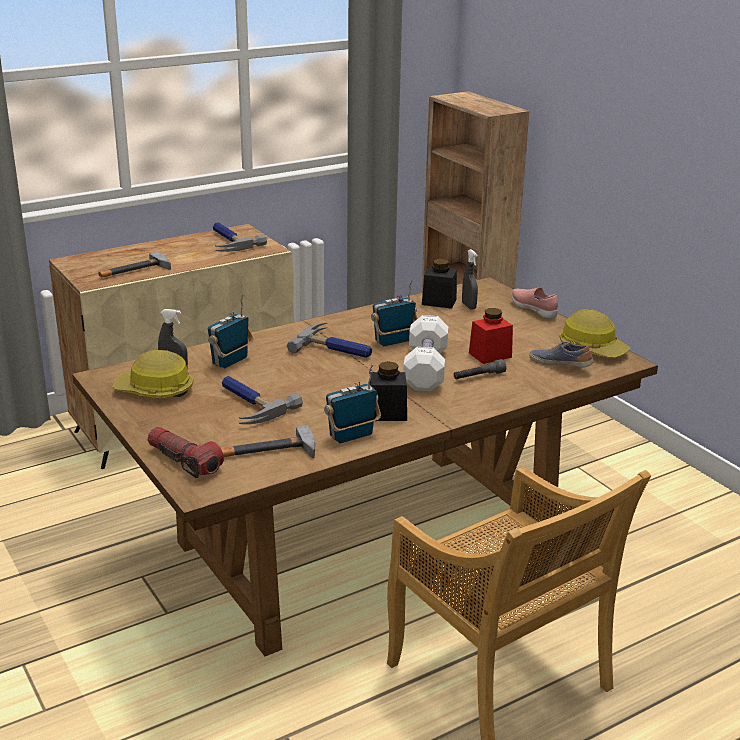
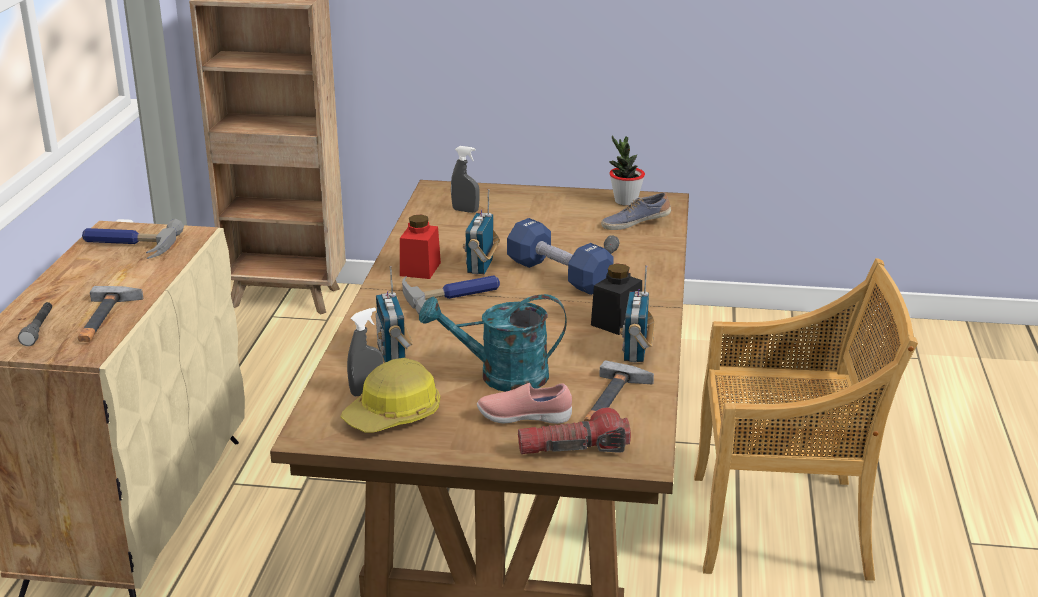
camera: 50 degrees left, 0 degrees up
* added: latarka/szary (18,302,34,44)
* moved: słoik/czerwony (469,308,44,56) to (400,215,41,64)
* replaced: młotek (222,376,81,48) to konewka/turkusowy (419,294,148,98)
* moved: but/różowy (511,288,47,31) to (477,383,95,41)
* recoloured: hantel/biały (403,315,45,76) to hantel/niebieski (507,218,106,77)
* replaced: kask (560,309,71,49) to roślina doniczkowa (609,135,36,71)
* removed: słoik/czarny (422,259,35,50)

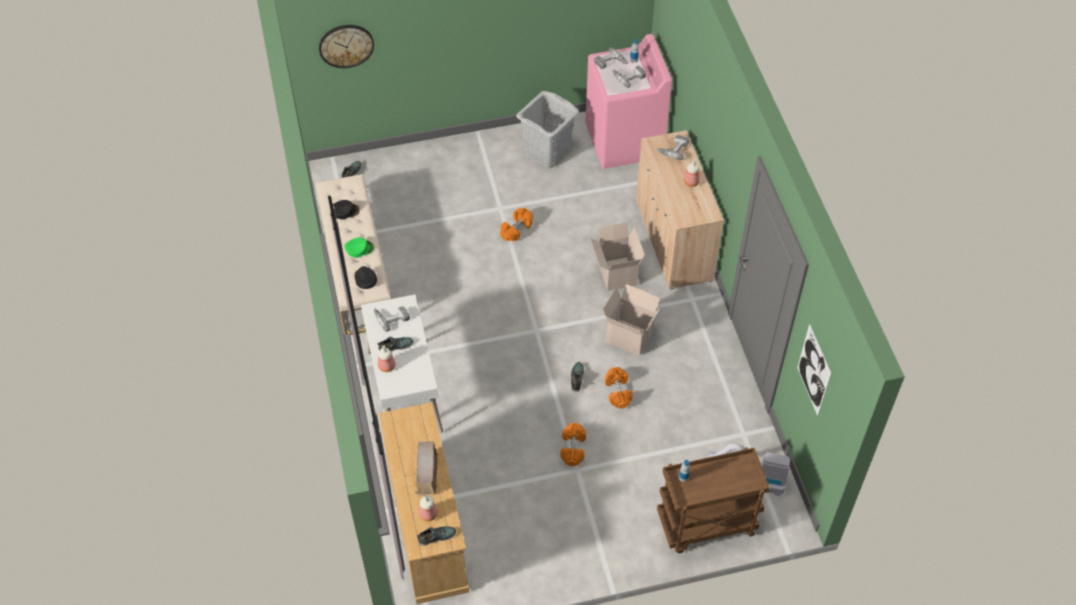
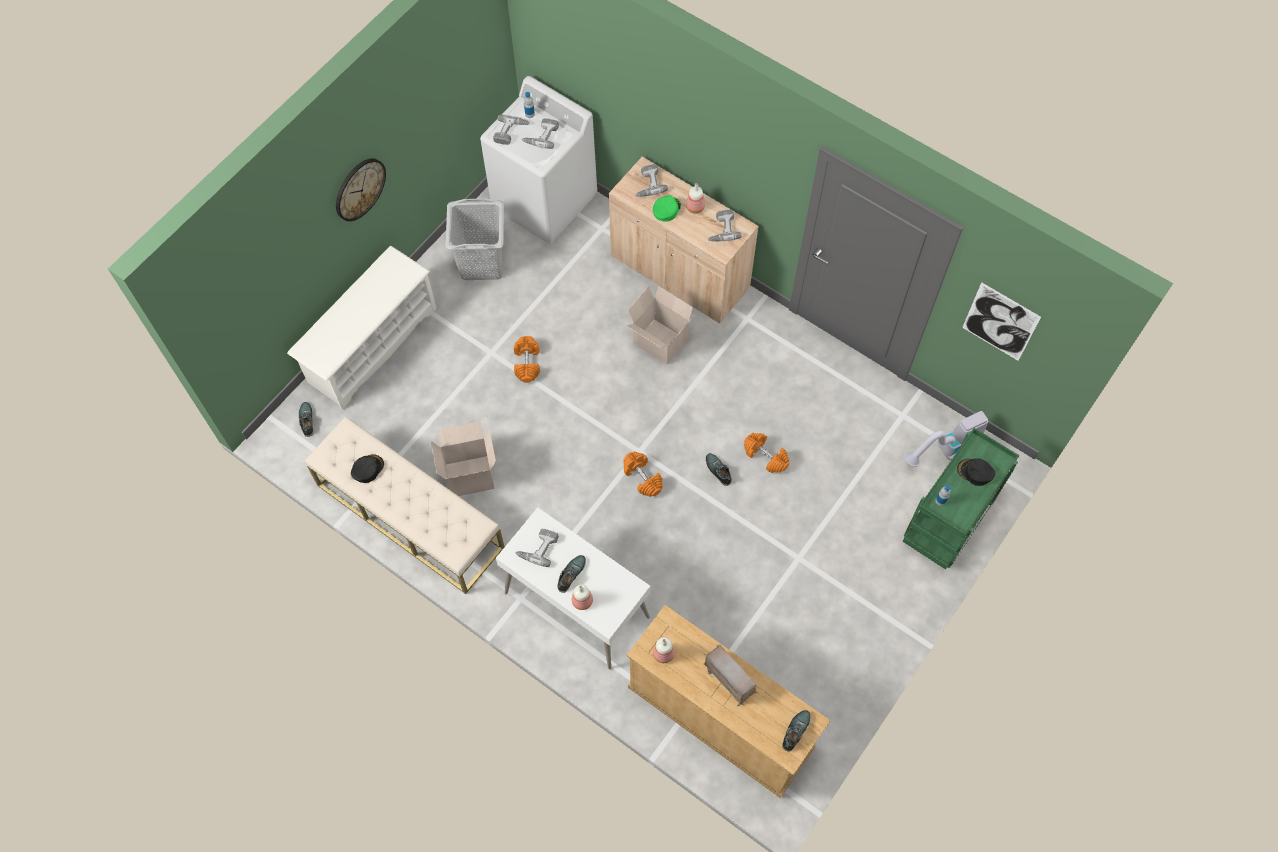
camera: 40 degrees left, 10 degrees up
* added: regał na buty/biały (287,246,150,164)
* moved: zegar ścienny (319,25,55,43) to (336,158,50,63)
* moved: karton (603,284,59,72) to (431,421,65,75)
* recoloured: pralka/różowy (586,34,86,135) to pralka/biały (480,76,117,168)
* moved: hantel/pomarańczowy (560,423,26,43) to (623,451,39,46)
* moved: czapka z daszkiem/zielony (344,238,30,20) to (653,195,28,27)
* moved: butelka (419,494,19,27) to (653,637,22,26)
* added: wiertarka (707,209,34,32)
* recoloured: wózek/brązowy (657,447,113,106) to wózek/zielony (902,428,117,141)
* moved: czapka z daszkiem/czarny (354,266,23,23) to (957,458,38,28)

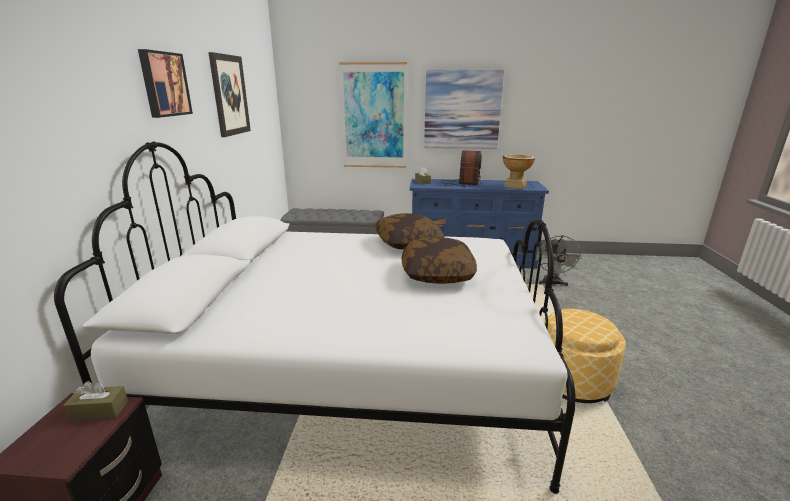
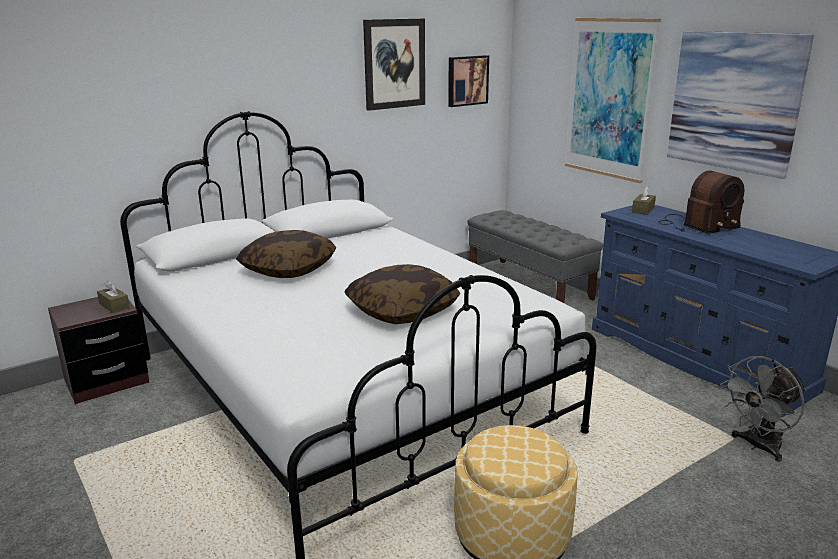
camera: 50 degrees right, 0 degrees up
* moved: poduszka (374,213,71,37) to (236,230,100,48)
* moved: obraz (138,49,55,69) to (448,55,41,52)
* removed: wazon (503,154,32,35)

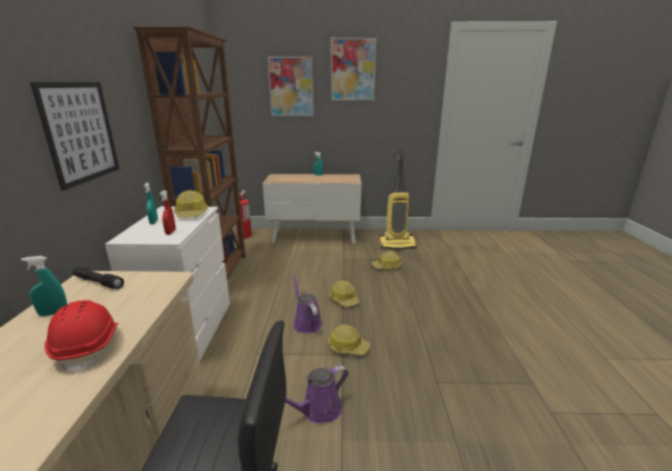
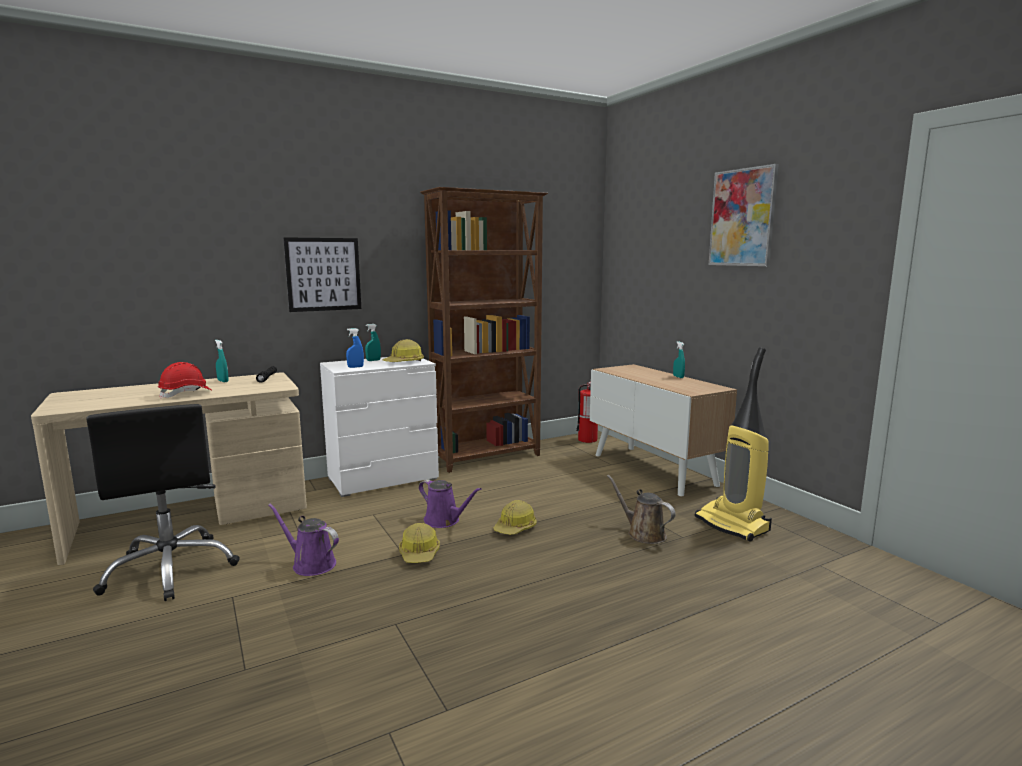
camera: 60 degrees right, 10 degrees down
* recoloured: spryskiwacz/czerwony (160,190,16,45) to spryskiwacz/niebieski (346,328,18,40)
* turned: konewka/fioletowy (292,274,30,60) = (419,479,63,49) 90 degrees clockwise
* replaced: kask (372,251,30,18) to konewka/brązowy (607,475,68,69)
* removed: obraz (268,56,46,60)

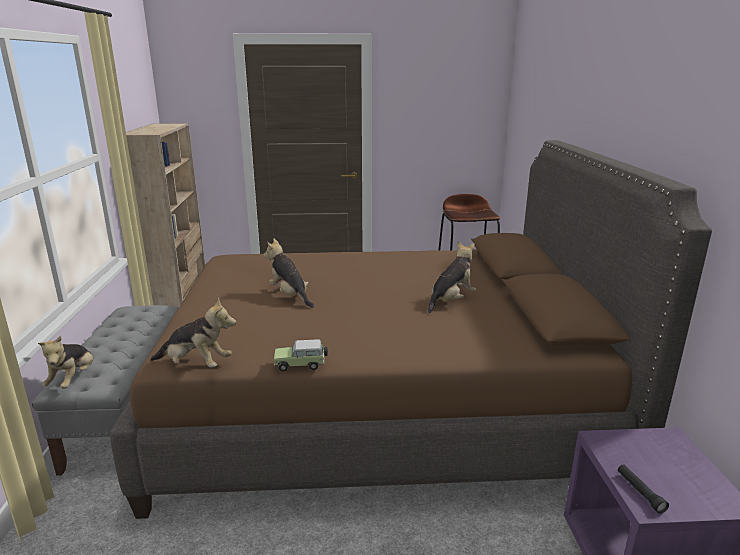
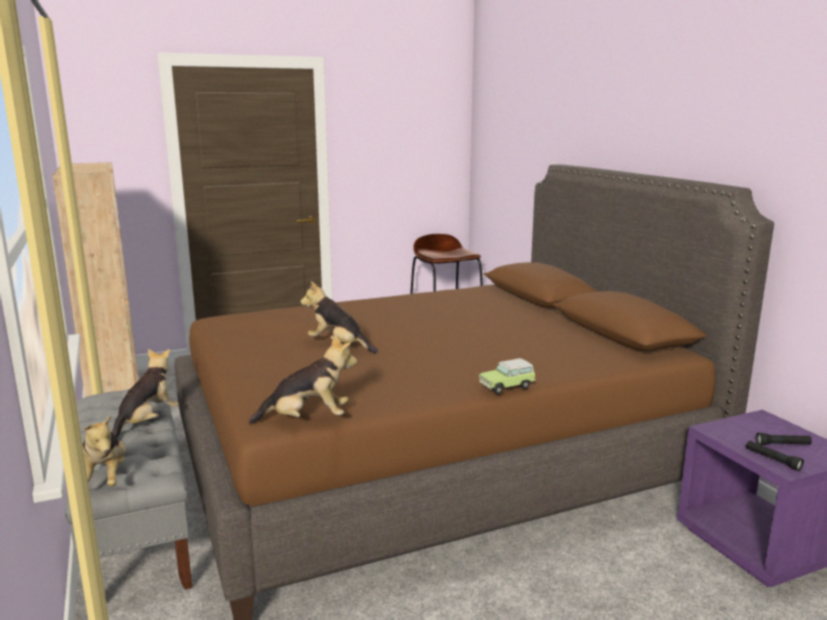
camera: 20 degrees left, 5 degrees down
* moved: pluszak (428,241,48,72) to (112,349,67,89)
* moved: samochodzik (274,340,54,32) to (479,358,56,36)
* added: latarka/czarny (756,433,56,12)

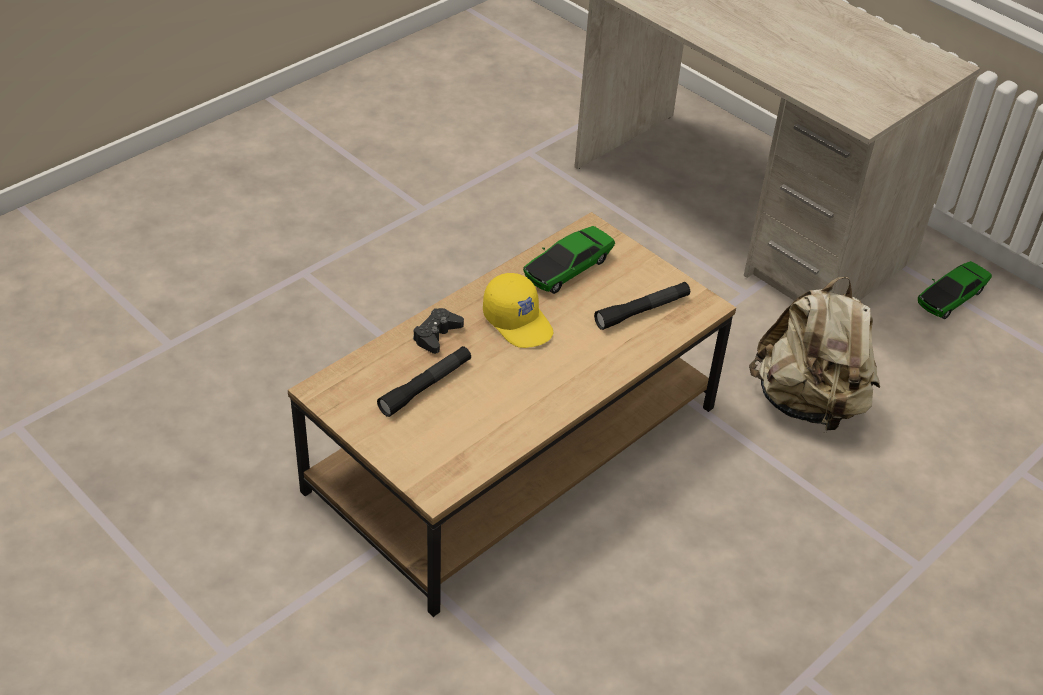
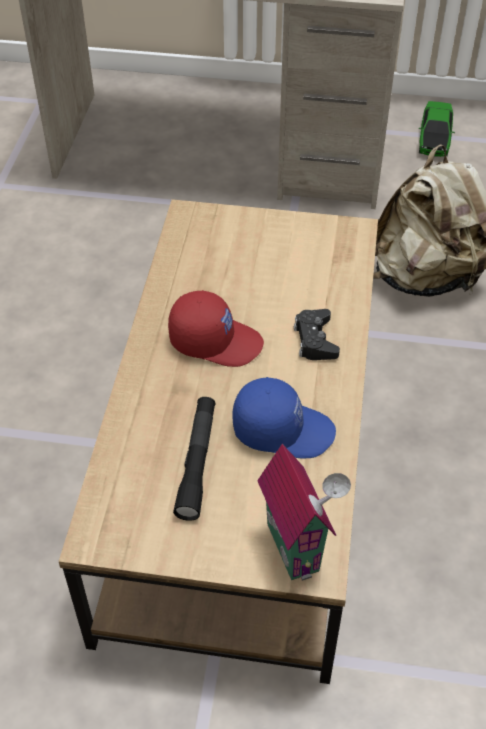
camera: 35 degrees left, 5 degrees up
* recoloured: czapka z daszkiem/żółty (483,273,70,75) to czapka z daszkiem/czerwony (168,290,96,77)
* added: czapka z daszkiem/niebieski (232,377,104,82)
* added: domek (257,444,94,137)
* moved: pad do gier/czarny (413,308,51,46) to (294,309,46,51)
* removed: samochodzik (523,226,92,68)
* removed: latarka/czarny (594,282,96,48)

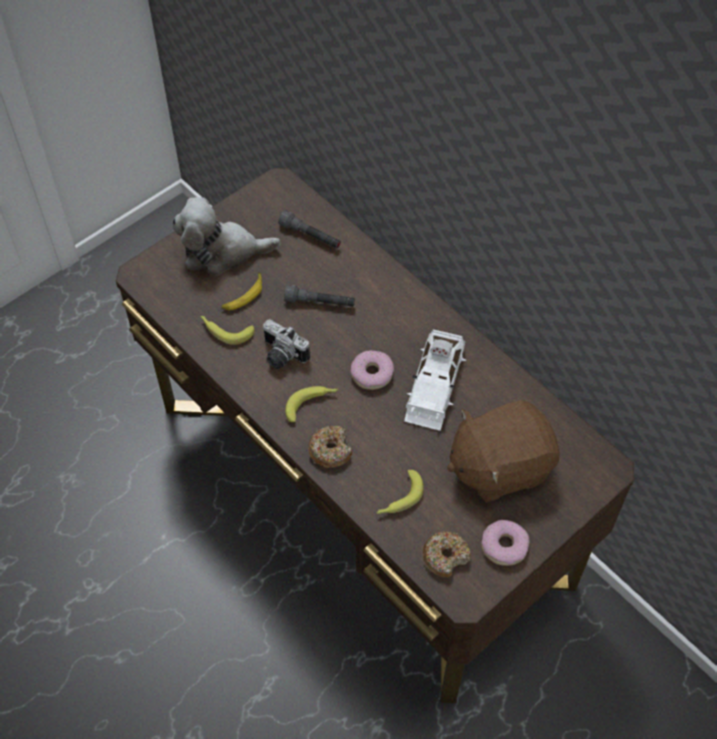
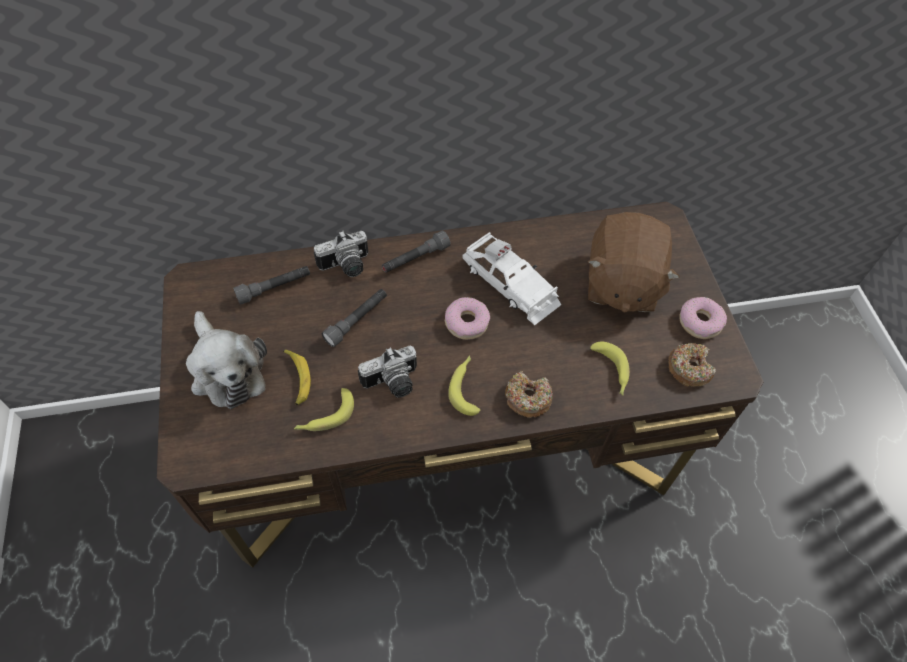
camera: 60 degrees left, 0 degrees up
* turned: pluszak (172,197,109,79) = (186,311,81,98) 60 degrees counterclockwise
* added: aparat fotograficzny (314,231,54,46)
* added: latarka/szary (382,231,69,42)

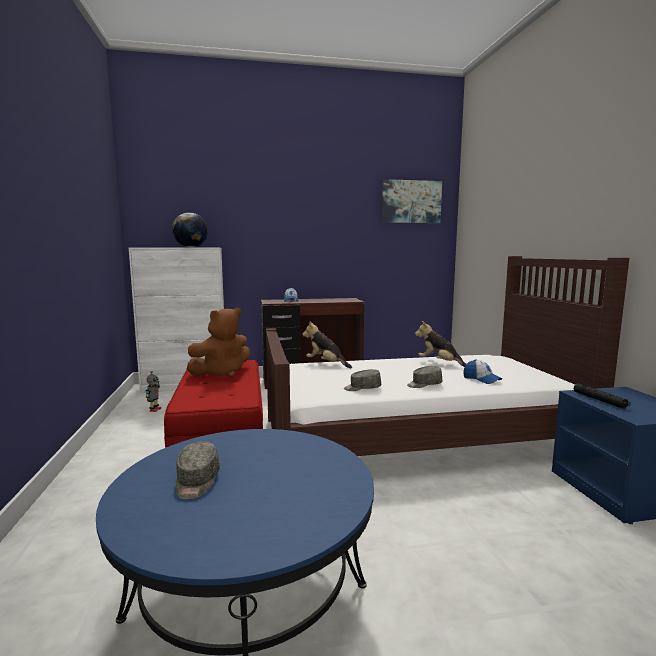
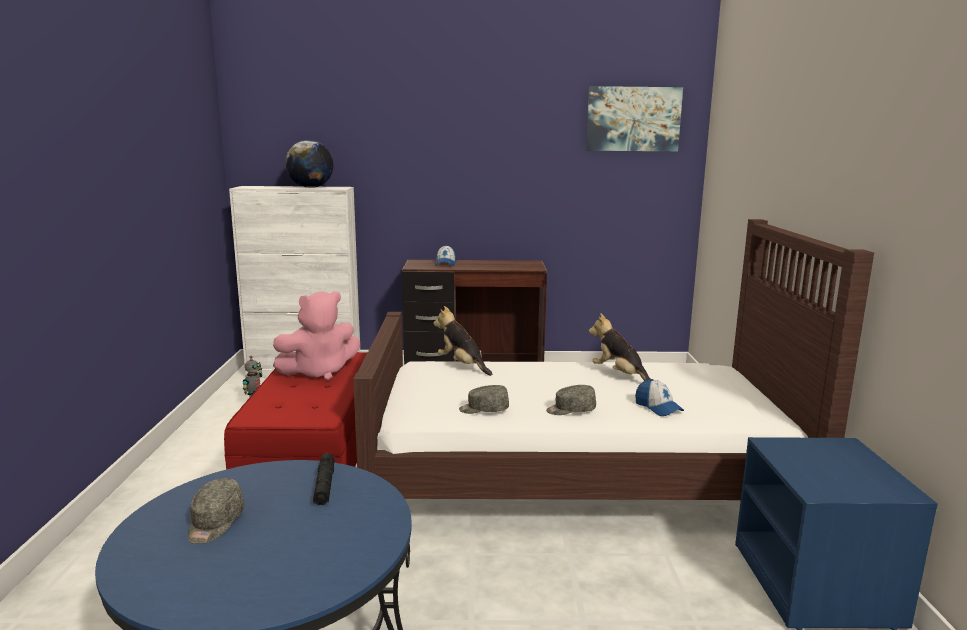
camera: 10 degrees right, 5 degrees up
* recoloured: pluszak/brązowy (187,308,63,70) to pluszak/różowy (273,291,87,89)
* moved: latarka/czarny (574,383,57,26) to (313,453,22,52)

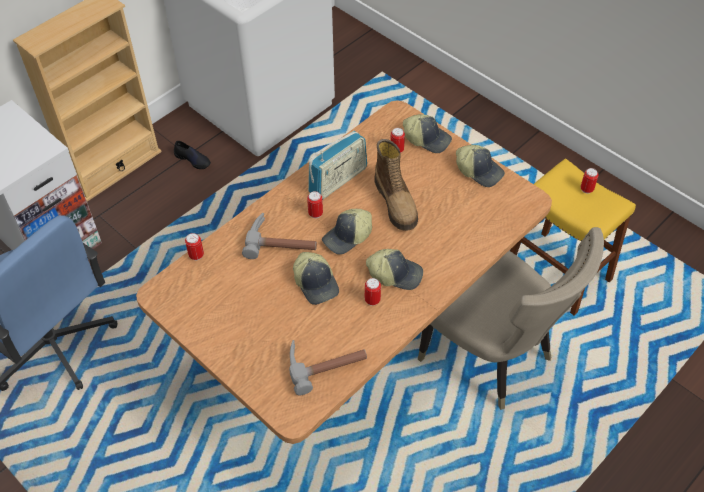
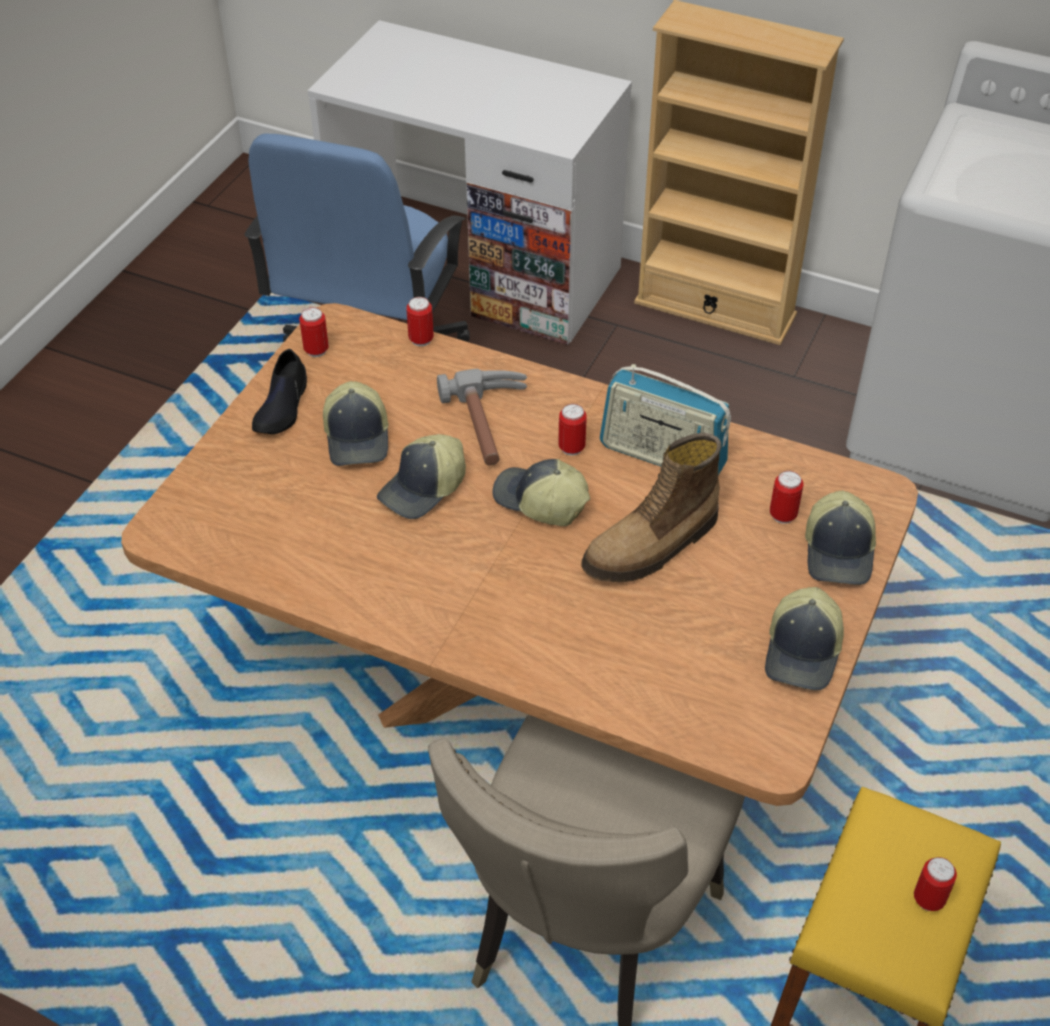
camera: 70 degrees right, 5 degrees down
* moved: but/czarny (174,141,37,28) to (252,349,55,85)
* moved: puszka (365,278,16,28) to (299,307,30,50)
* moved: czapka z daszkiem (366,249,57,41) to (323,381,66,85)
* removed: młotek (289,340,78,55)

